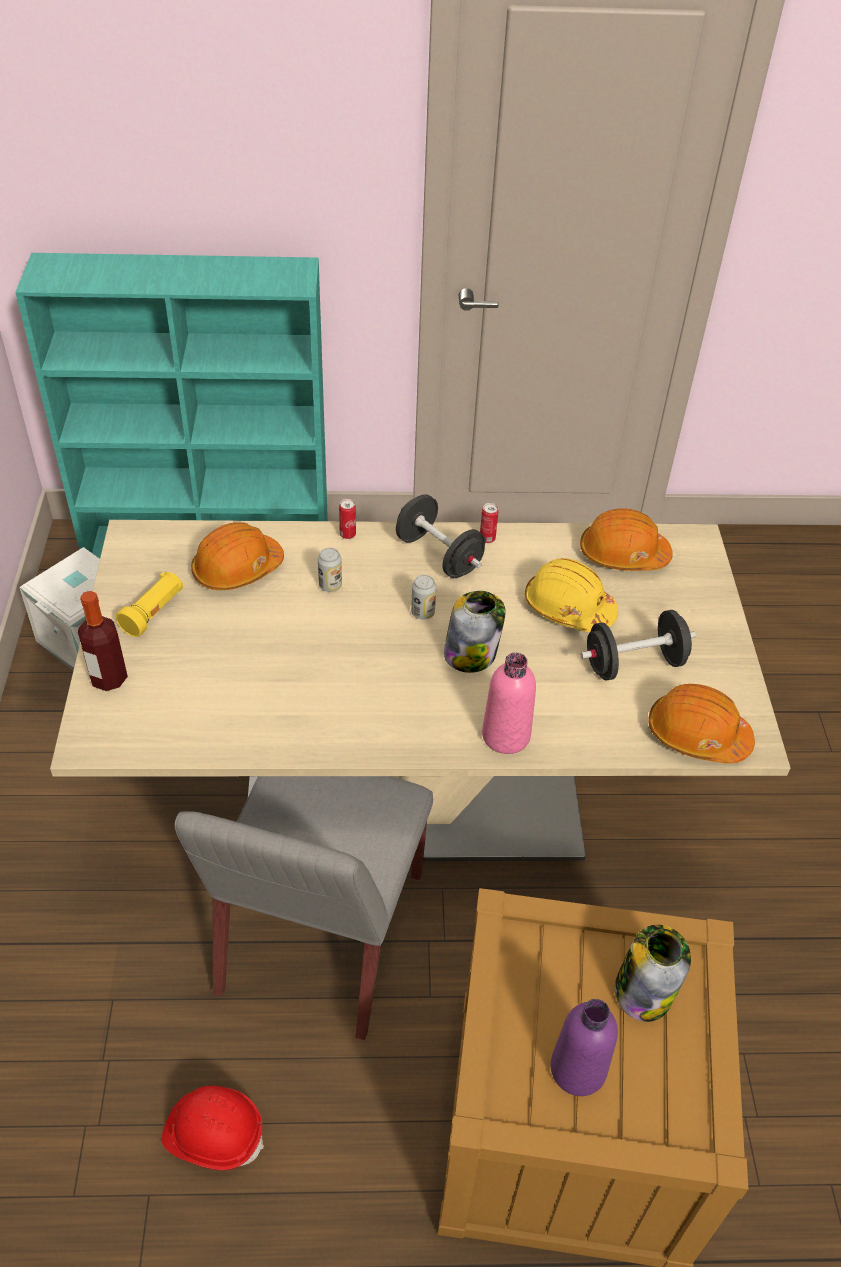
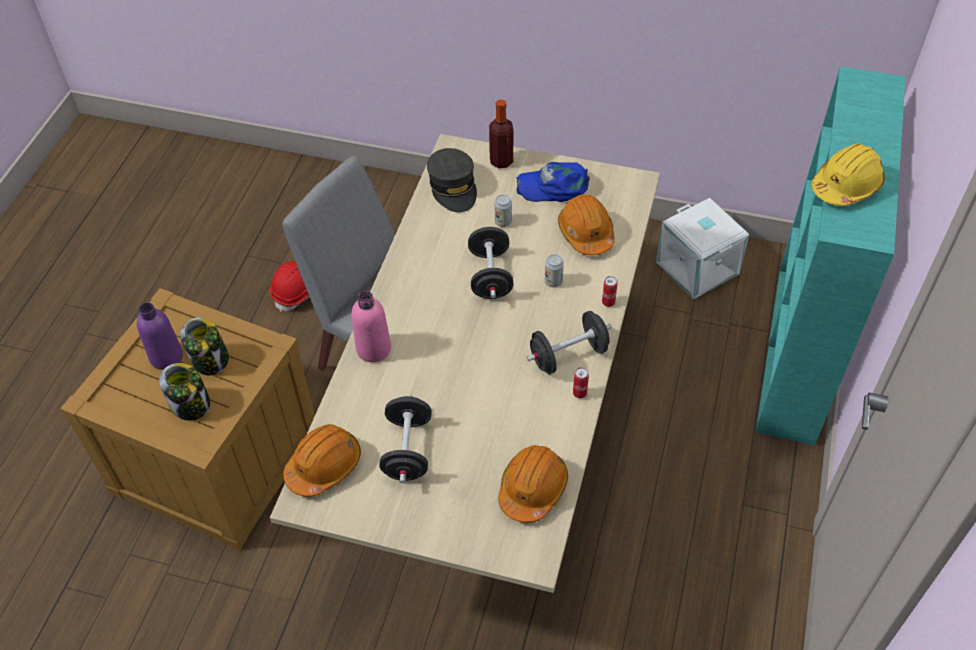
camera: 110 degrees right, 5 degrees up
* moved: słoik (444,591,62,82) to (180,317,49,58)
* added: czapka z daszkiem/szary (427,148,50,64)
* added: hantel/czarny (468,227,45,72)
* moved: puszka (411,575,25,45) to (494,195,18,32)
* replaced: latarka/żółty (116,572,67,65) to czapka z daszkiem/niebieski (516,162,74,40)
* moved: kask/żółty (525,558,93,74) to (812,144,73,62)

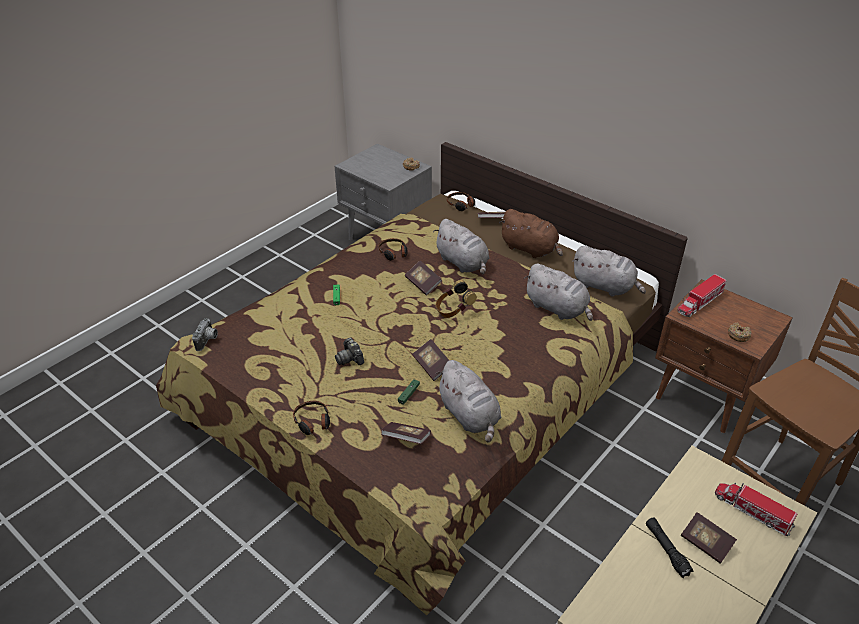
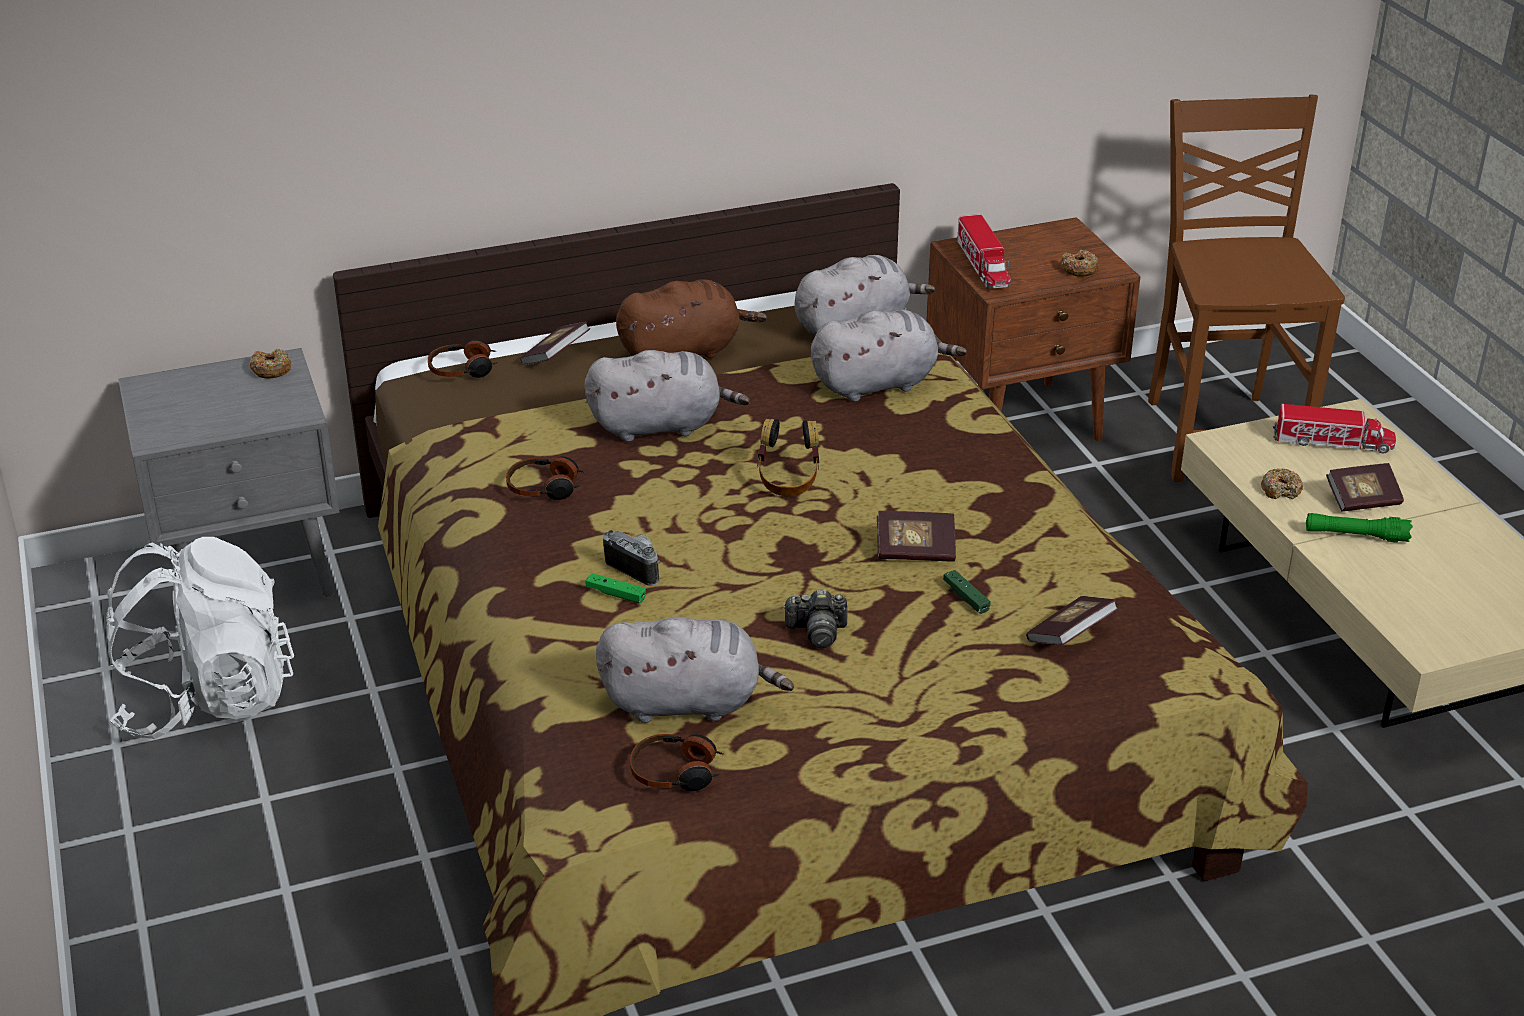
camera: 60 degrees left, 5 degrees down
* added: plecak/biały (106,537,188,202)
* moved: pluszak/szary (436,360,65,83) to (596,616,198,107)
* moved: aparat fotograficzny (192,318,26,33) to (603,530,57,56)
* moved: słuchawki (293,401,37,34) to (630,734,94,57)
* added: donut (1261,468,42,31)
* turned: ciężarówka zabawkowa (715,482,82,54) = (1273,404,123,50) 150 degrees counterclockwise
* recoloured: latarka/czarny (646,517,47,61) to latarka/zielony (1306,513,107,30)
* removed: książka (405,261,37,34)

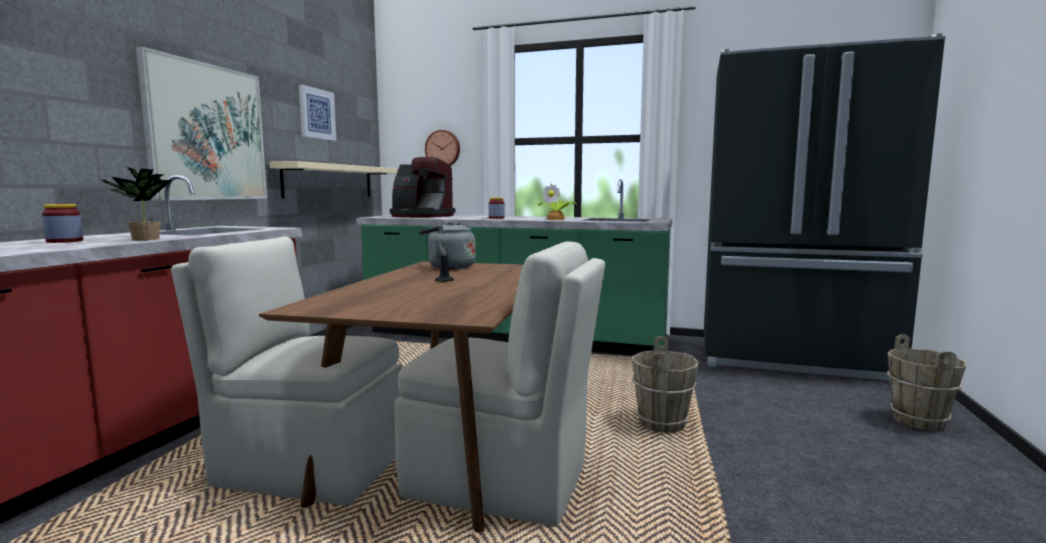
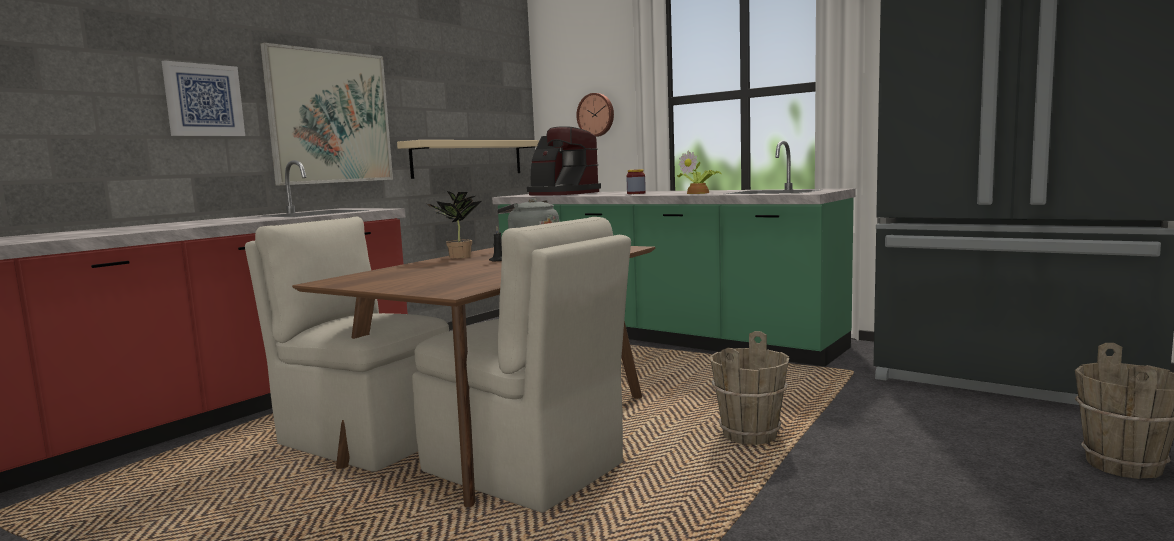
camera: 20 degrees right, 0 degrees up
* moved: obraz (299,85,37,56) to (162,60,83,76)
* moved: roślina doniczkowa (101,167,71,73) to (427,191,55,67)
* removed: słoik (42,204,41,39)

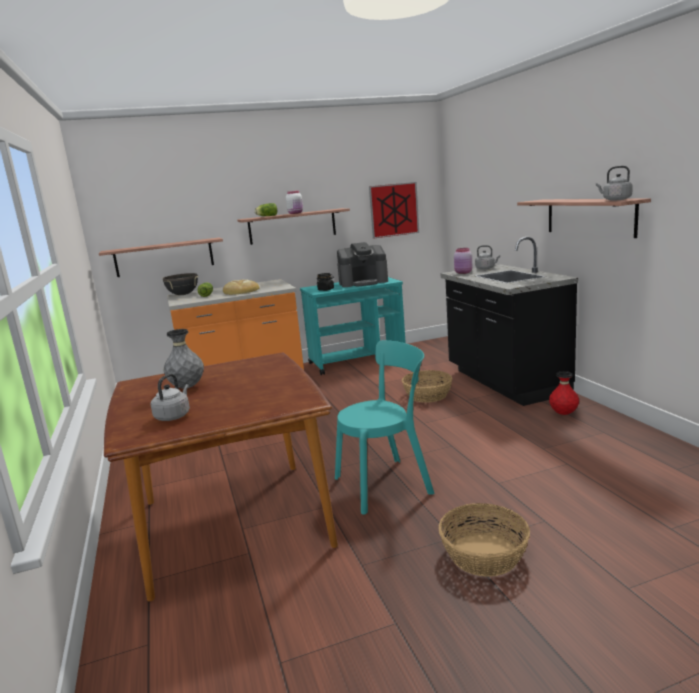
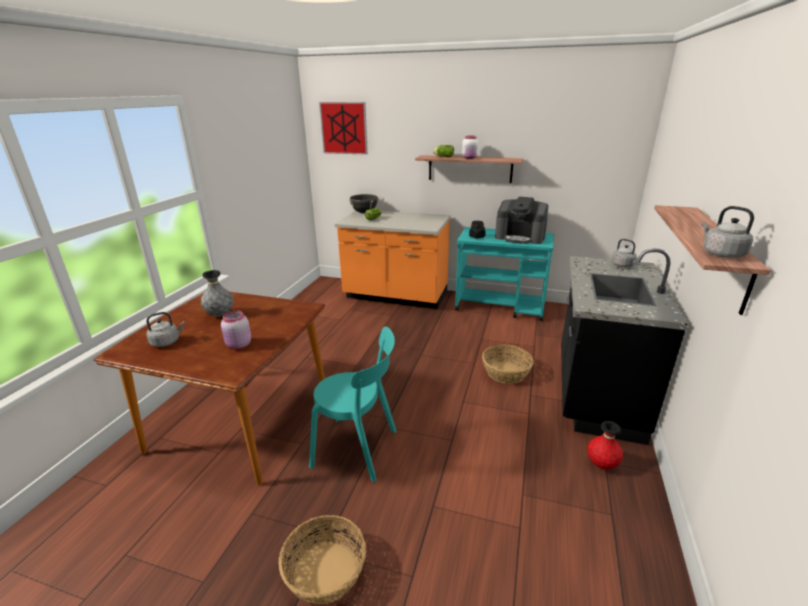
camera: 35 degrees right, 10 degrees up
* moved: słoik/różowy (454,248,18,26) to (221,310,30,39)
* moved: obraz (369,182,50,56) to (319,102,49,53)
* removed: półka (99,237,124,40)
* removed: chleb (223,279,36,16)

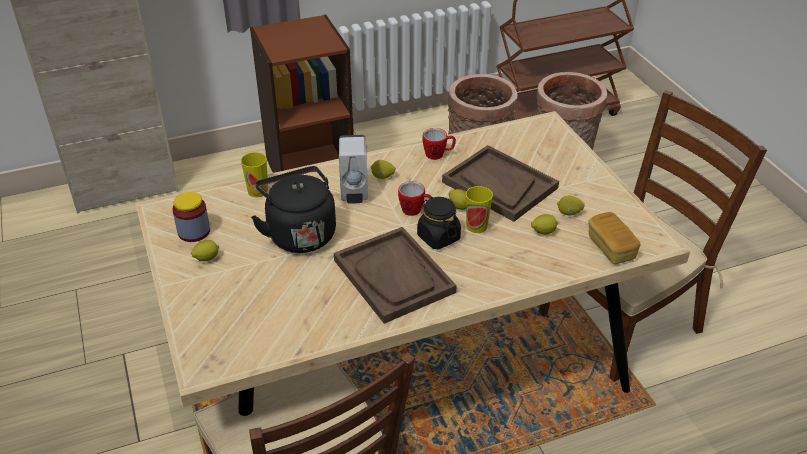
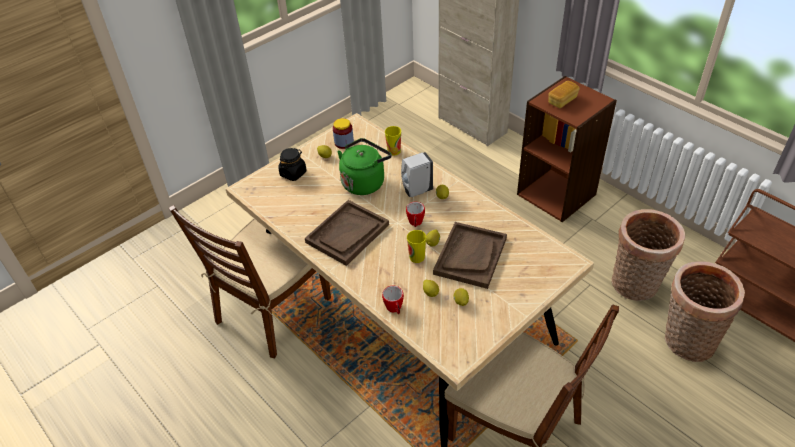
camera: 70 degrees right, 5 degrees up
* moved: słoik/czarny (417,197,44,52) to (278,148,29,33)
* recoloured: czajnik/czarny (251,166,85,87) to czajnik/zielony (337,138,55,57)
* moved: kubek (422,128,34,32) to (382,286,22,28)
* moved: chleb (588,212,52,52) to (548,81,32,27)

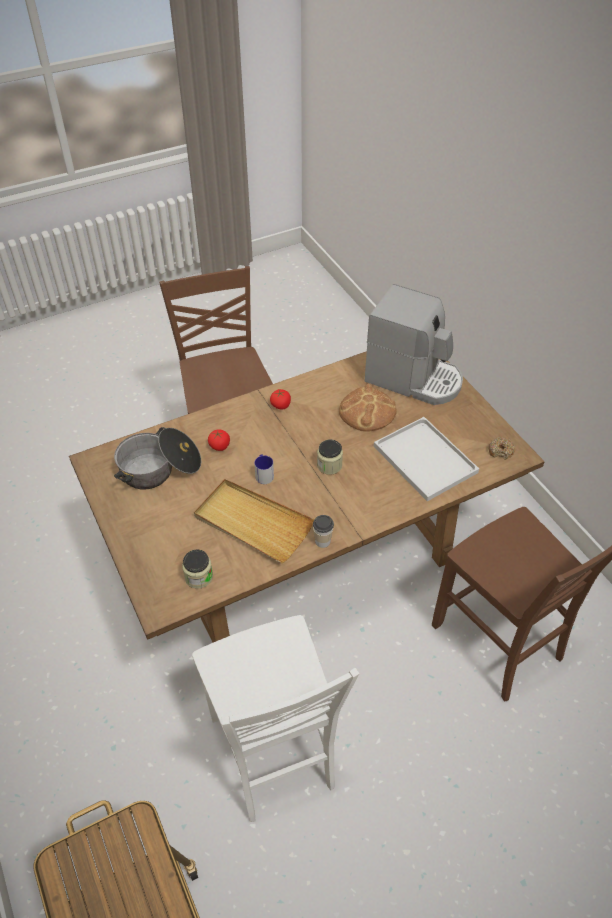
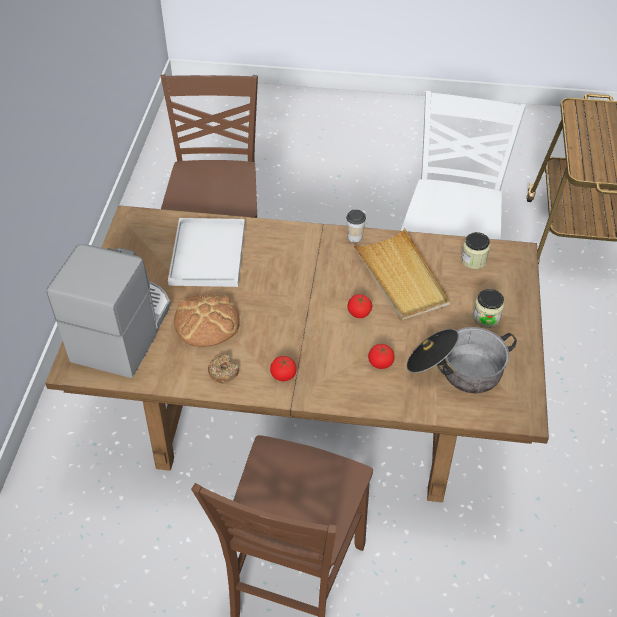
camera: 145 degrees left, 0 degrees up
* turned: ekspres do kawy (365,284,98,121) = (46,244,125,134) 45 degrees clockwise
* moved: donut (488,437,27,23) to (208,354,31,29)
* replaced: kubek (254,454,20,30) to pomidor (347,294,26,24)
* moved: słoik (317,439,26,36) to (473,289,31,39)

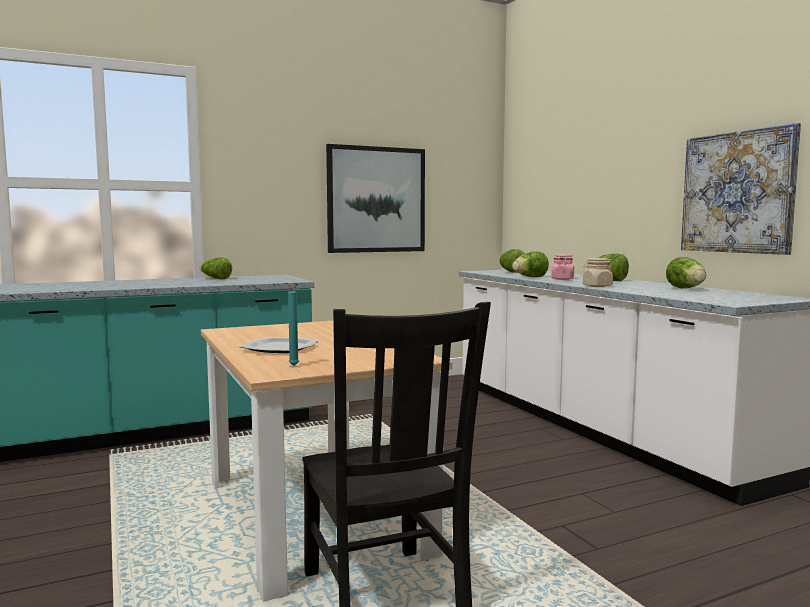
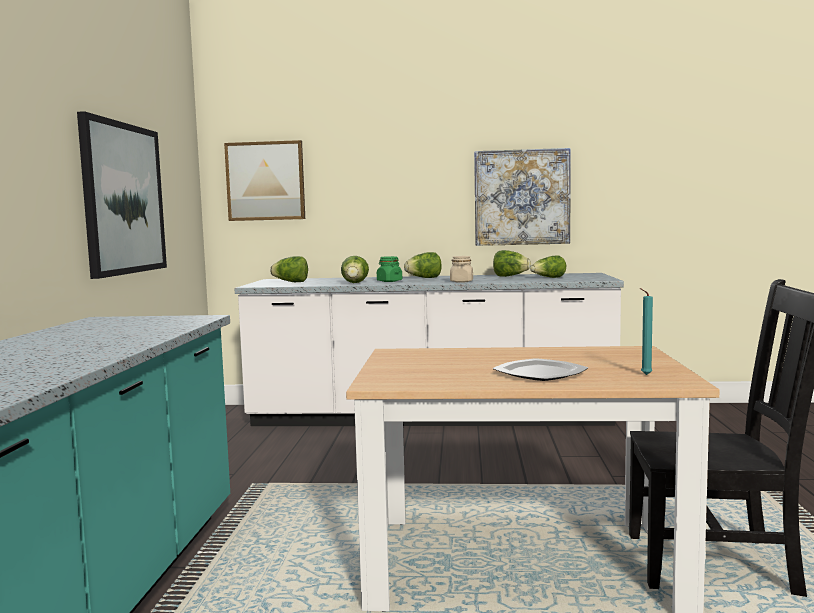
camera: 60 degrees left, 0 degrees up
* added: obraz (224,140,81,81)
* recoloured: słoik/różowy (551,254,23,26) to słoik/zielony (377,256,25,26)
* moved: sałata (200,258,32,21) to (530,255,36,23)

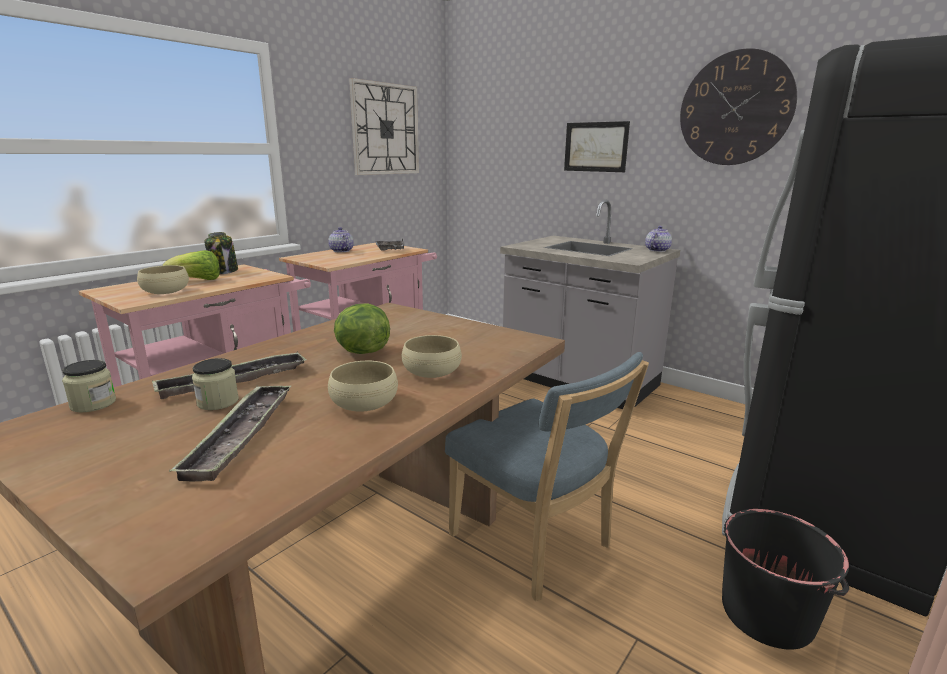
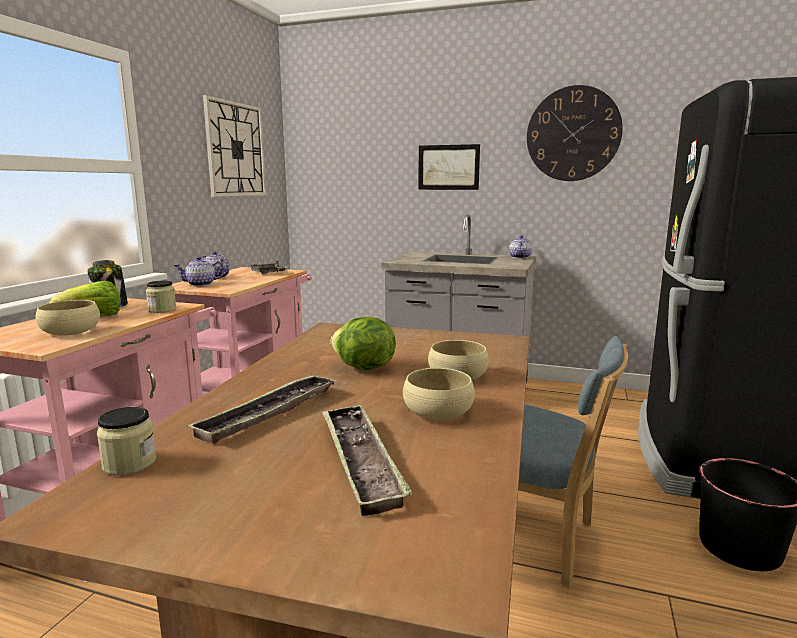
camera: 20 degrees left, 5 degrees down
* moved: słoik (192,358,47,52) to (146,280,30,33)
* added: imbryk (173,257,52,29)

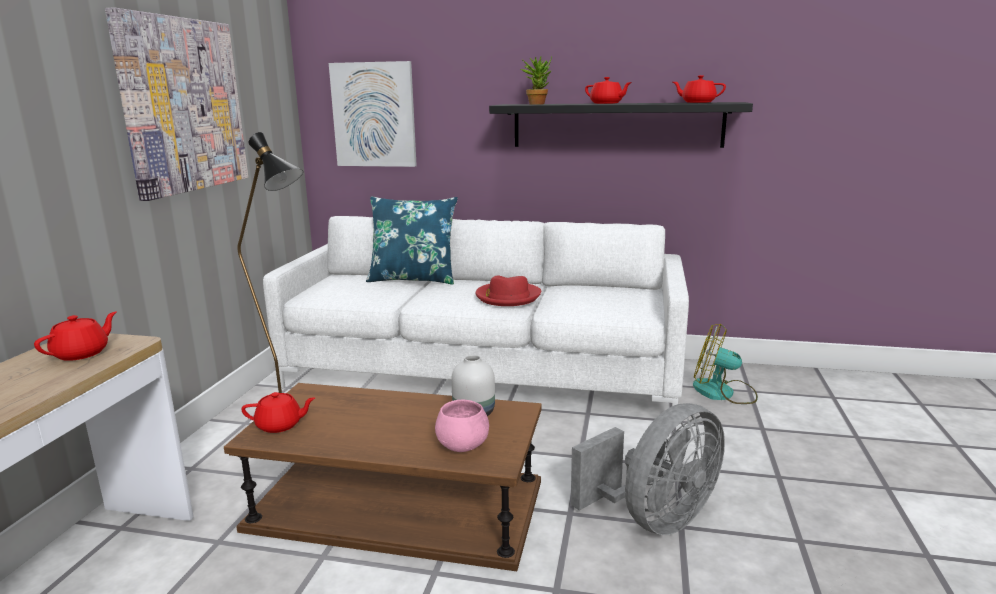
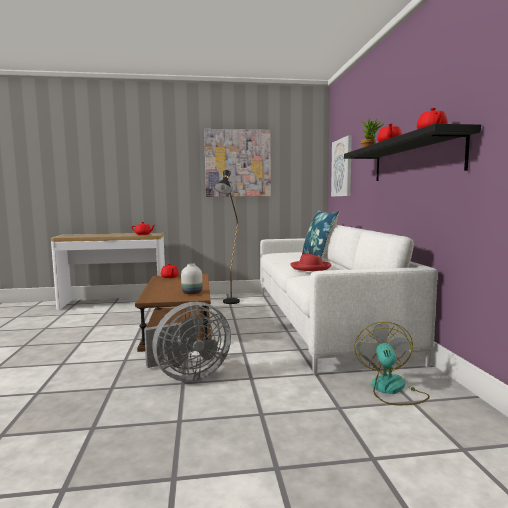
camera: 70 degrees right, 10 degrees down
* turned: wentylator/szary (571,403,154,132) = (144,302,87,80) 60 degrees counterclockwise
* removed: miska/różowy (435,400,54,52)

